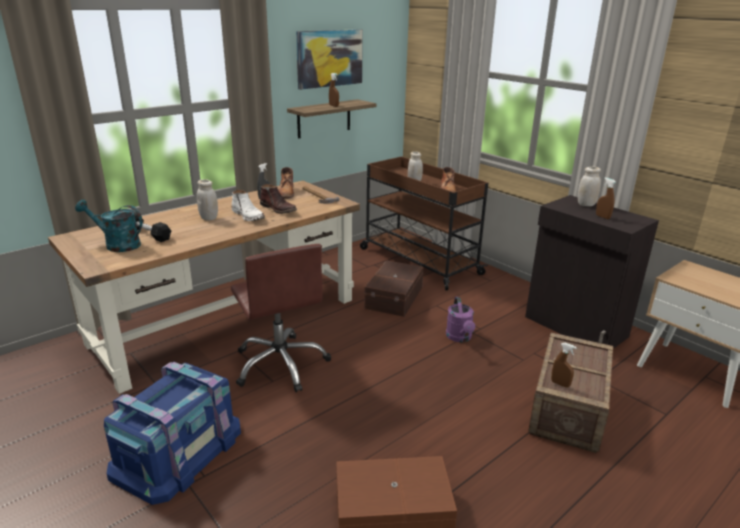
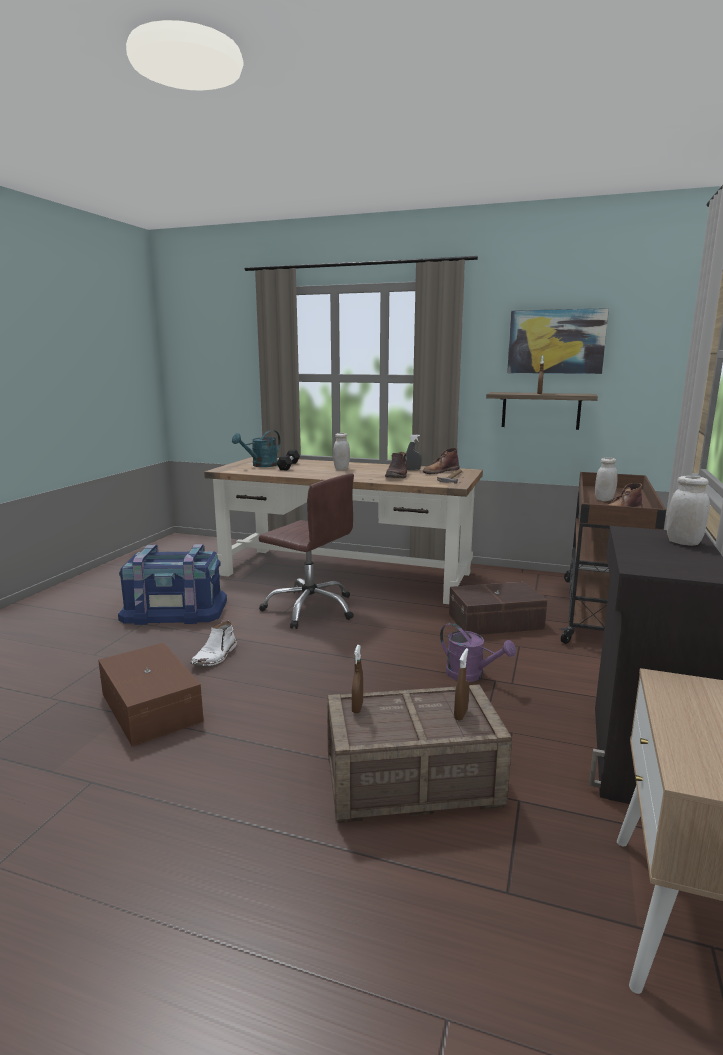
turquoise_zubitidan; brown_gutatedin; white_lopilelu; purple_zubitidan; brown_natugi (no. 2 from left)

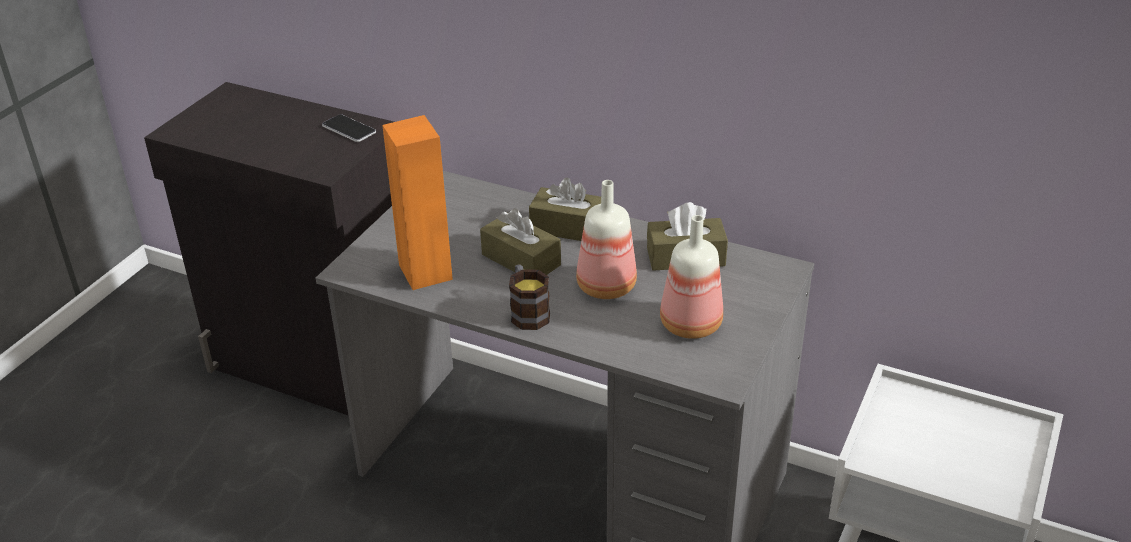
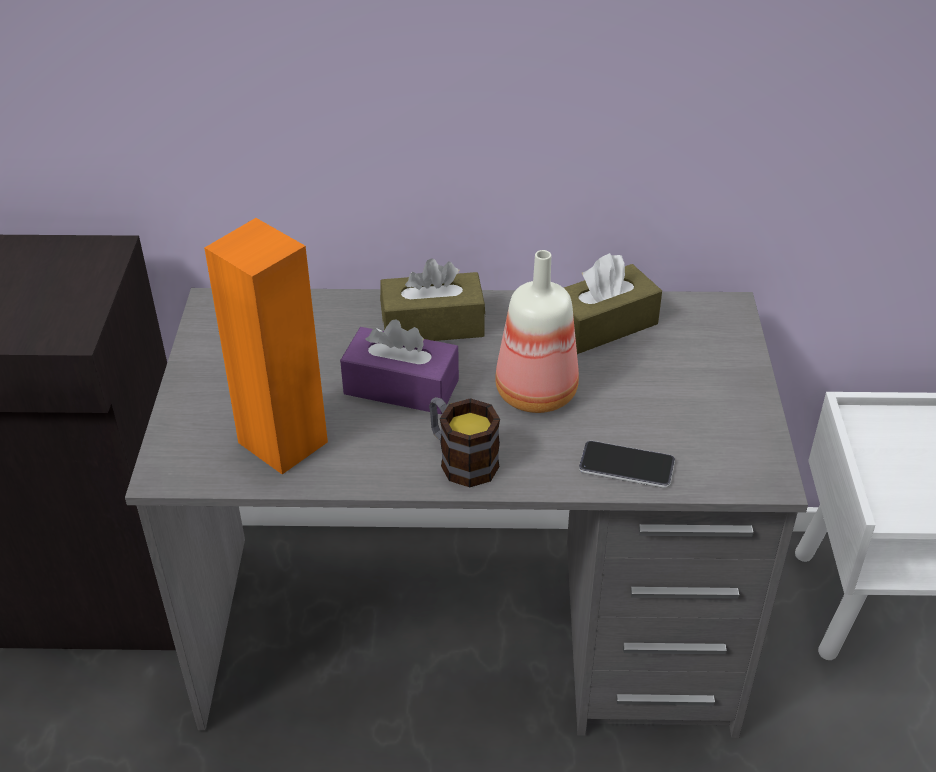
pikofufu; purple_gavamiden; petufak (no. 2 from left in the first image)

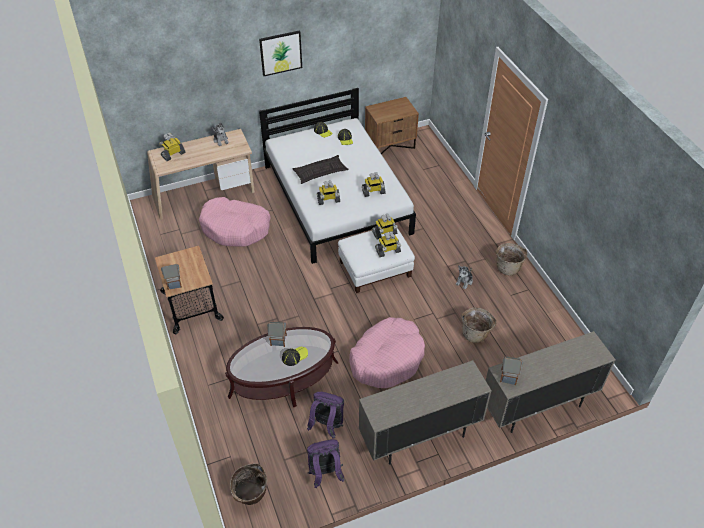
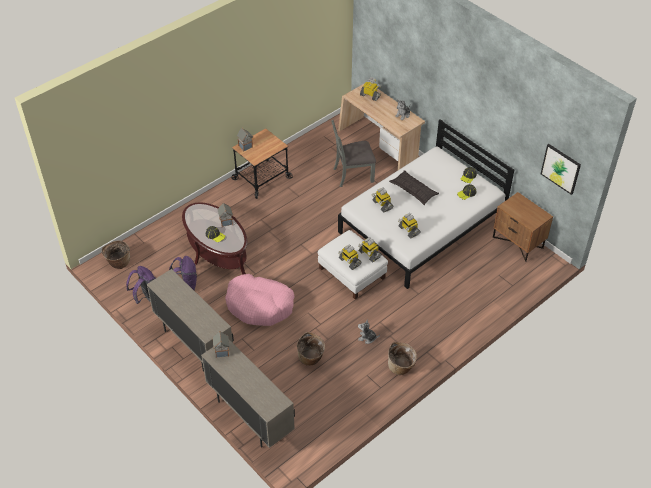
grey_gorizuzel; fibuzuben

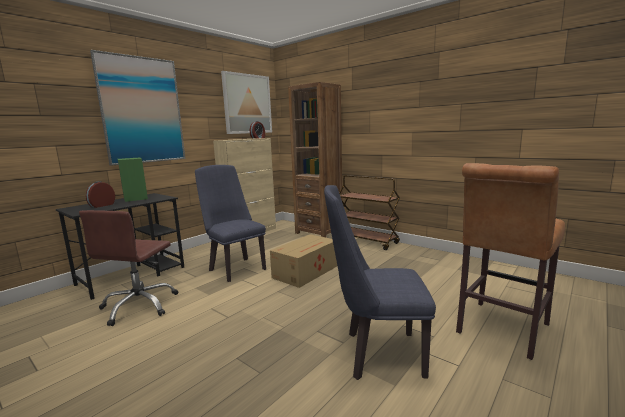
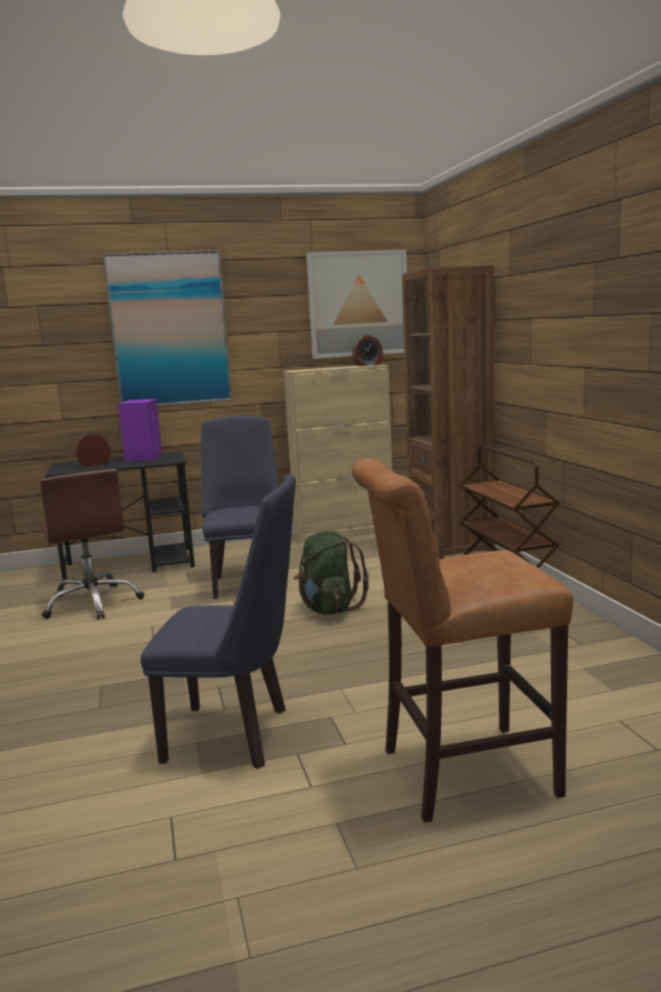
brown_gutatedin; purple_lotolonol; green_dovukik; blue_gorizuzel (no. 1 from left)

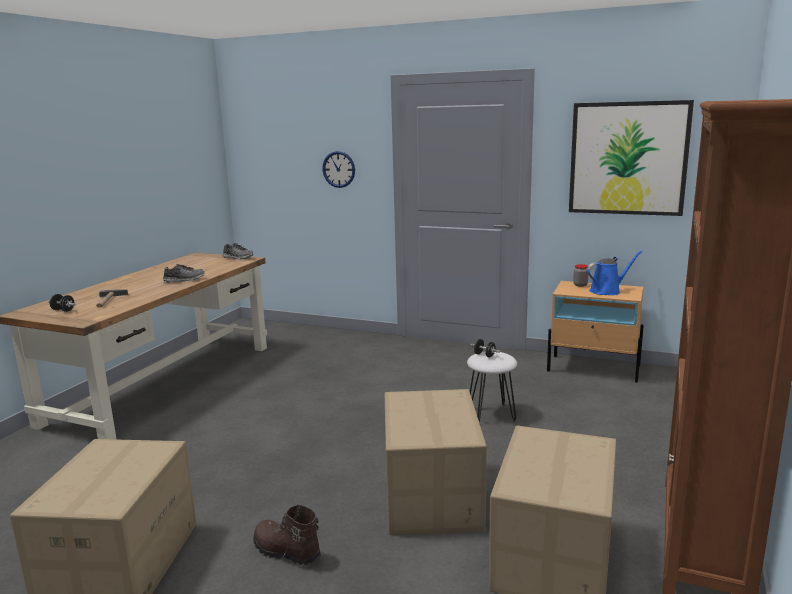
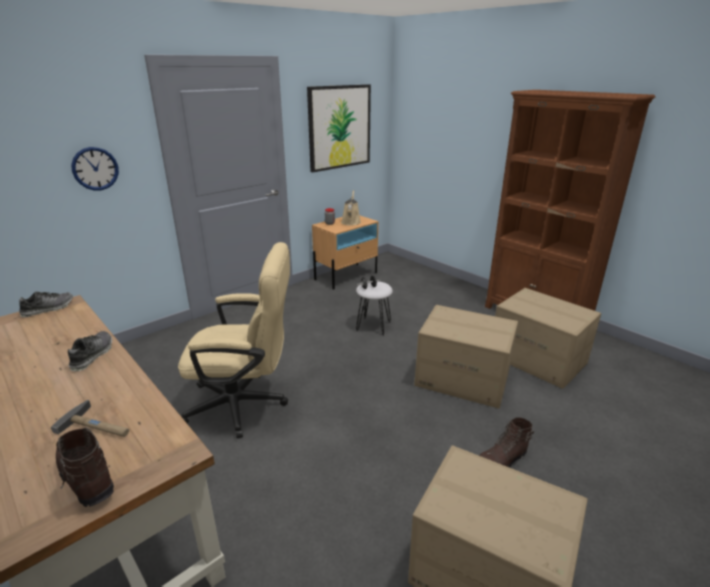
brown_lopilelu (no. 1 from left); beige_zubitidan; beige_gutatedin

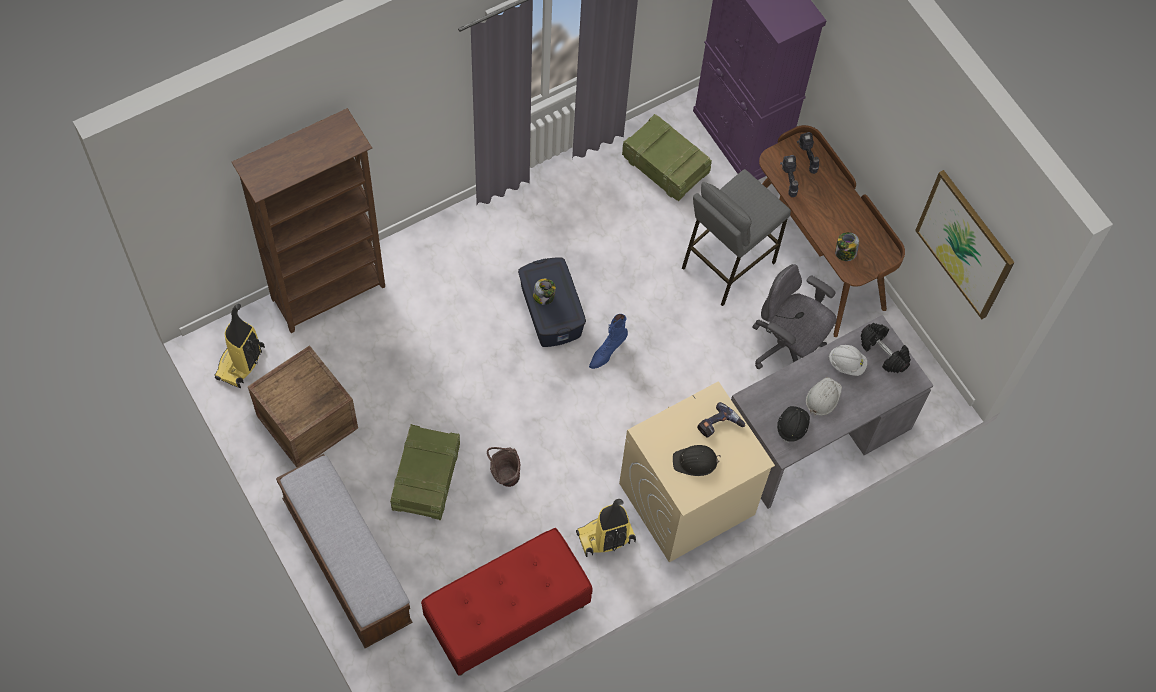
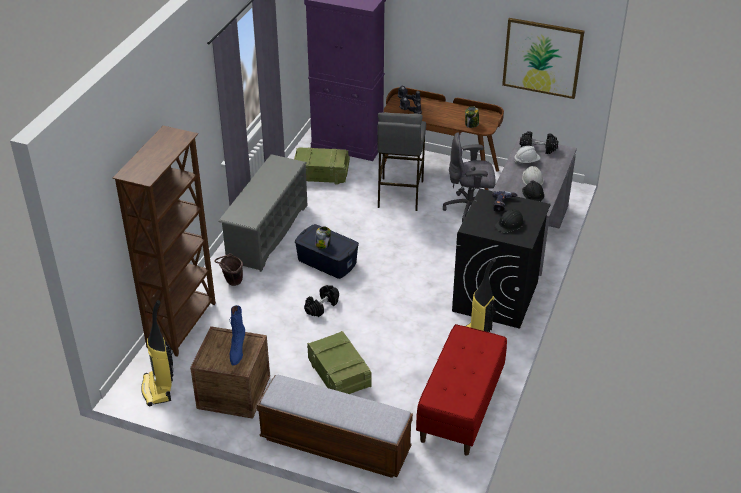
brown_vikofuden; blue_lopilelu; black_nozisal; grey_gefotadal; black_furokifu (no. 1 from left)

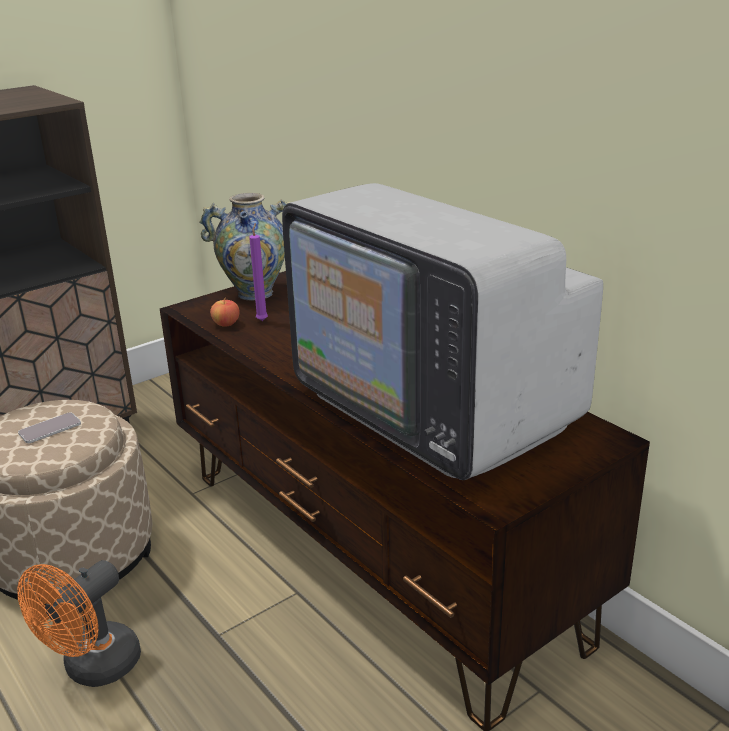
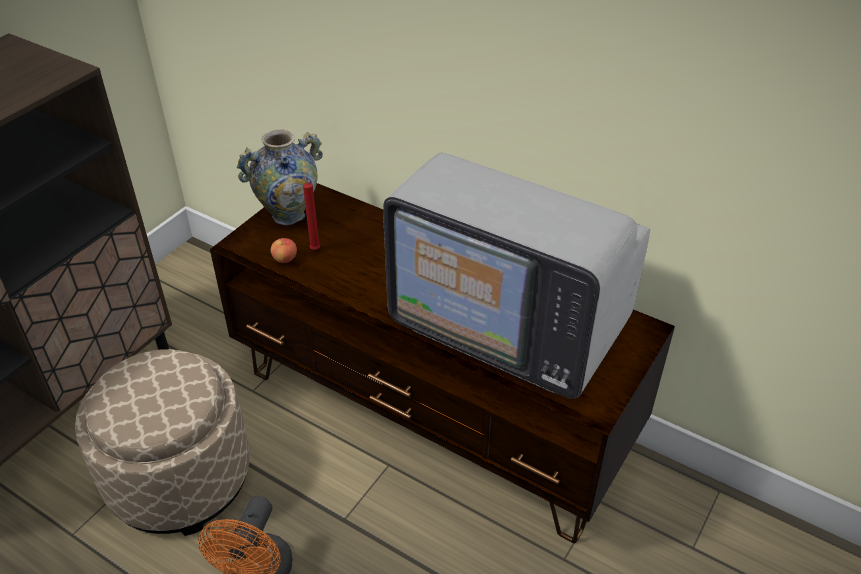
pikofufu; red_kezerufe

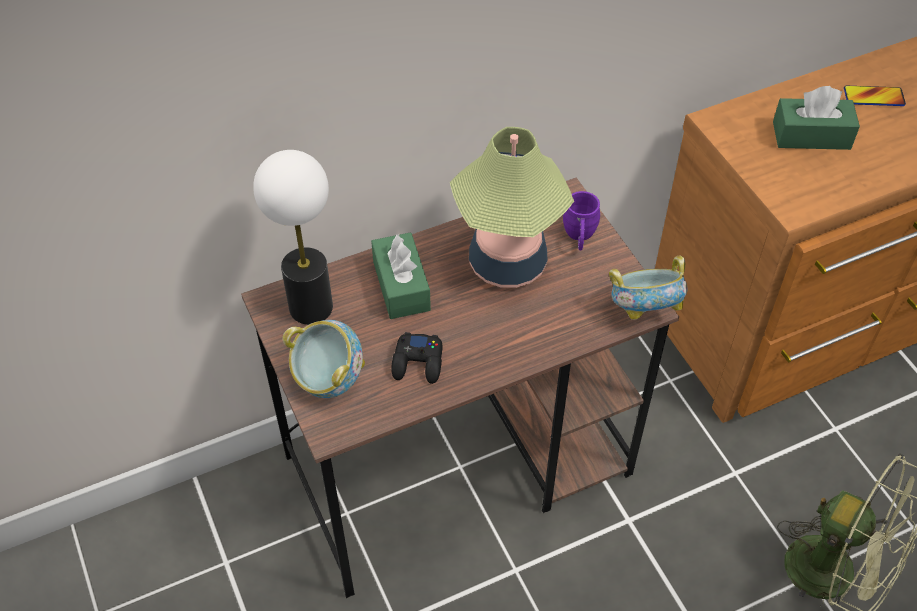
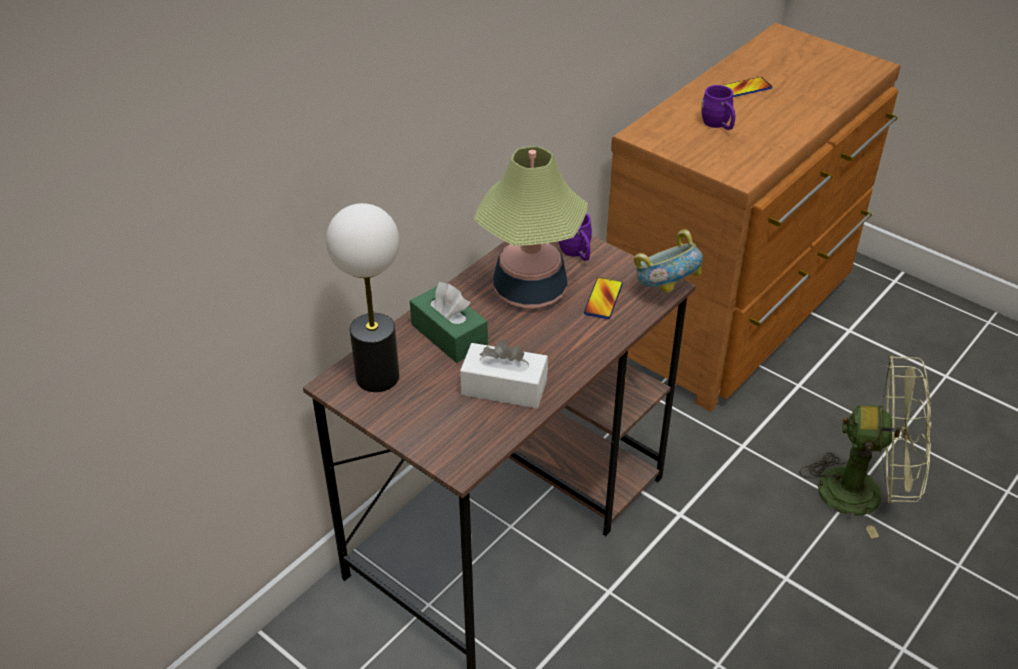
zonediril (no. 1 from left in the first image); white_gavamiden; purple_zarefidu (no. 2 from left); pikofufu (no. 1 from left)

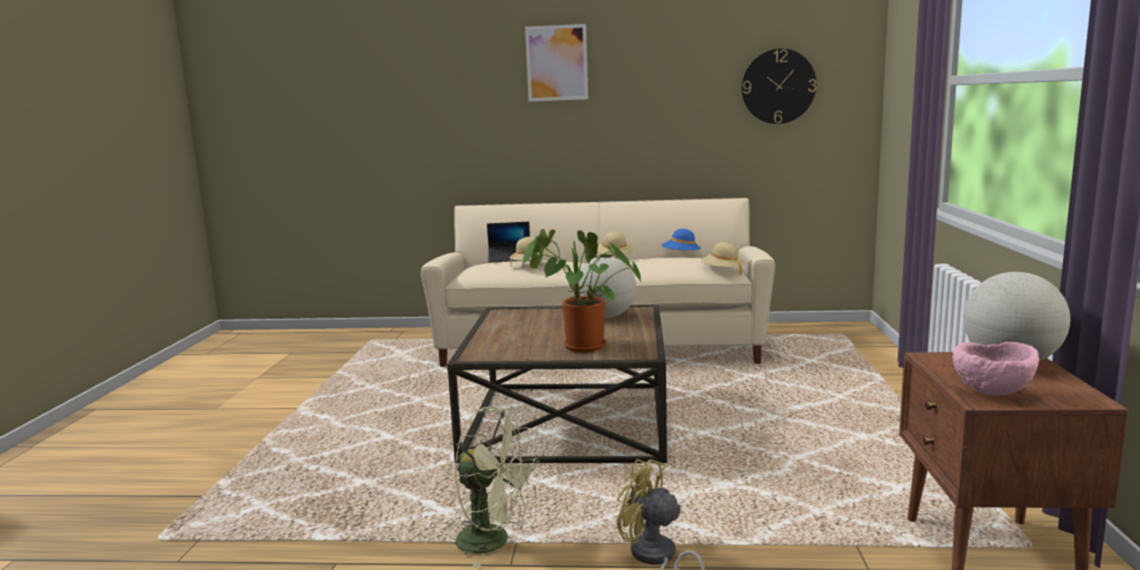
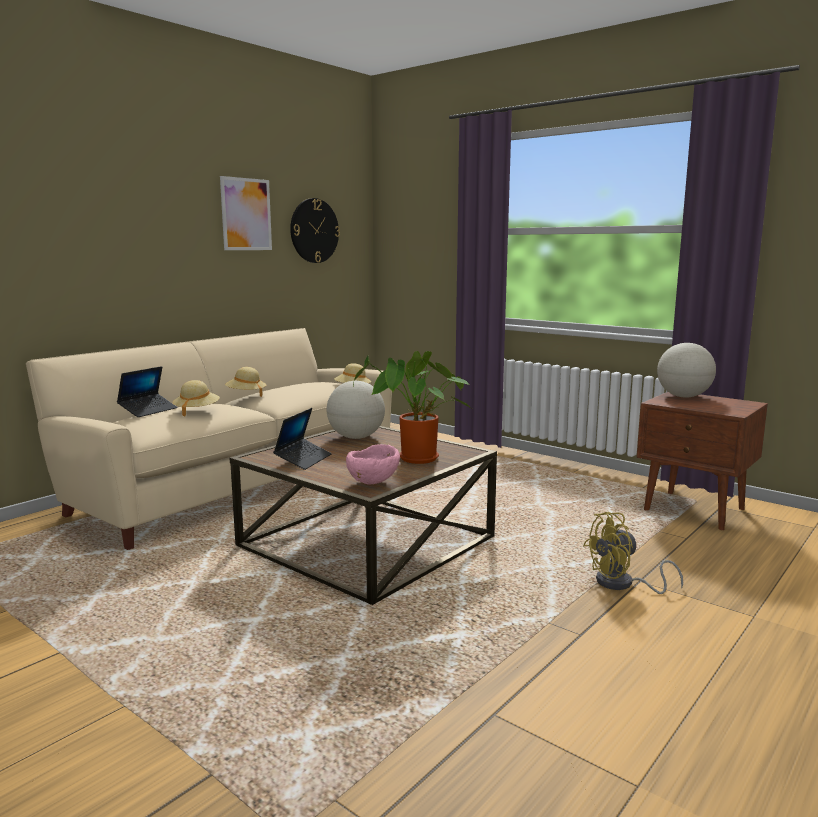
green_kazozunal; fibuzuben; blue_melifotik; pink_zonediril; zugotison (no. 2 from left)

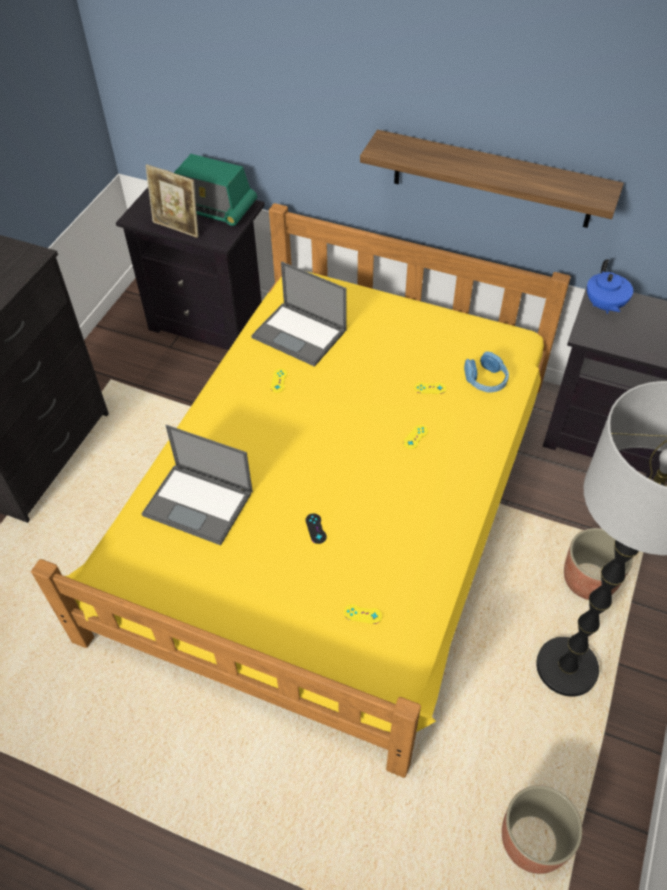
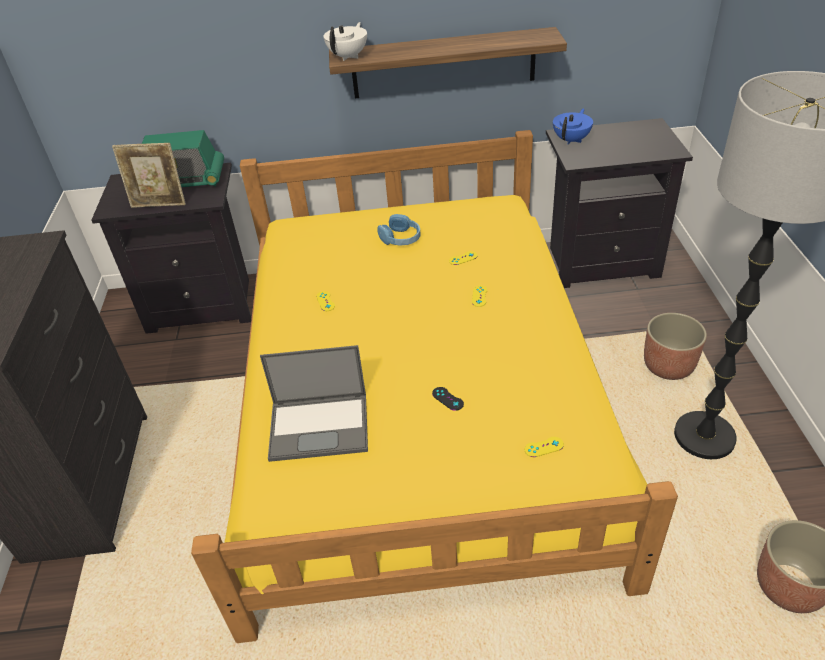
zugotison (no. 2 from left in the first image); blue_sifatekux; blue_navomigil; white_navomigil

